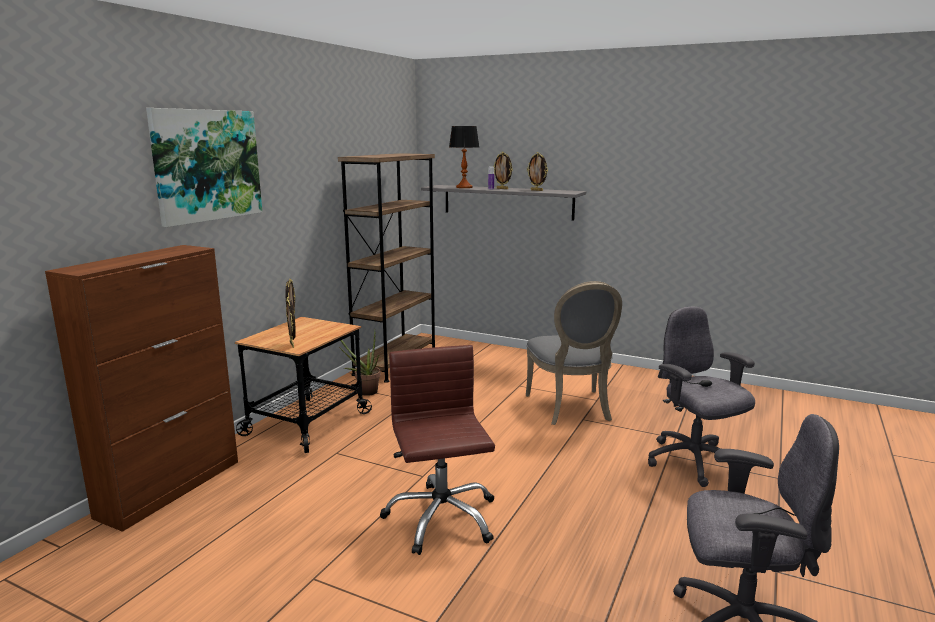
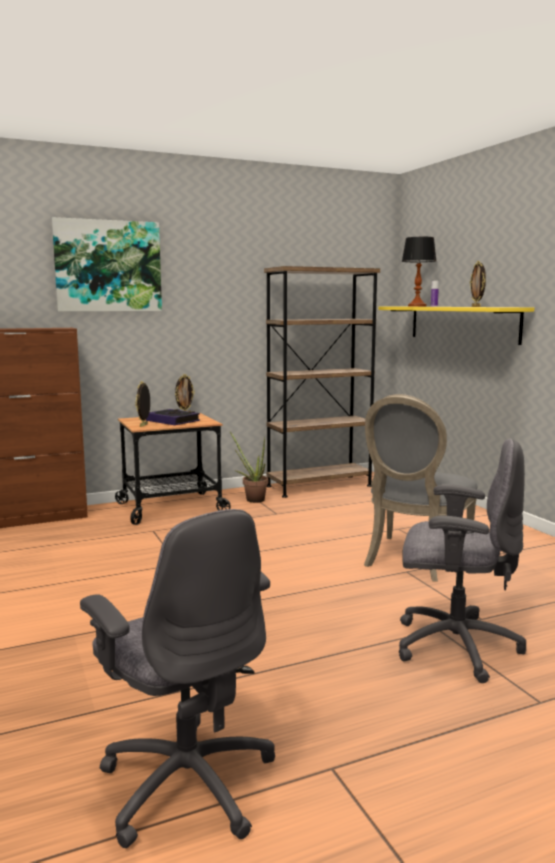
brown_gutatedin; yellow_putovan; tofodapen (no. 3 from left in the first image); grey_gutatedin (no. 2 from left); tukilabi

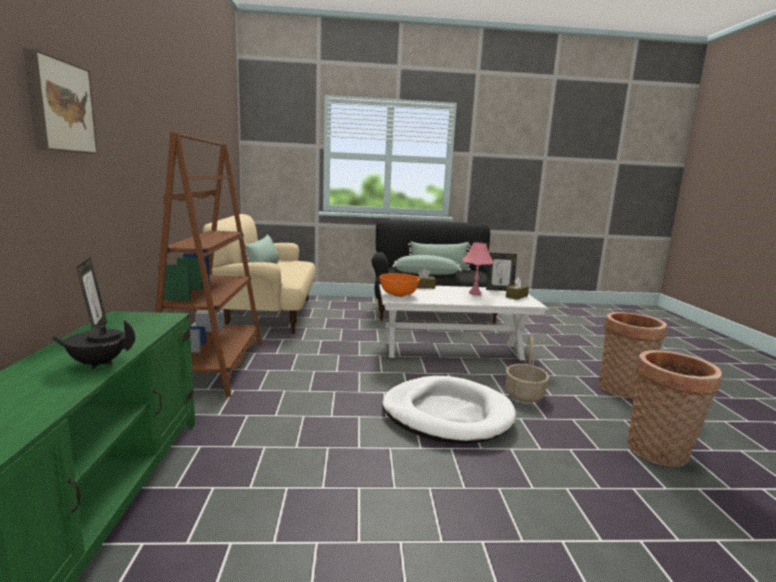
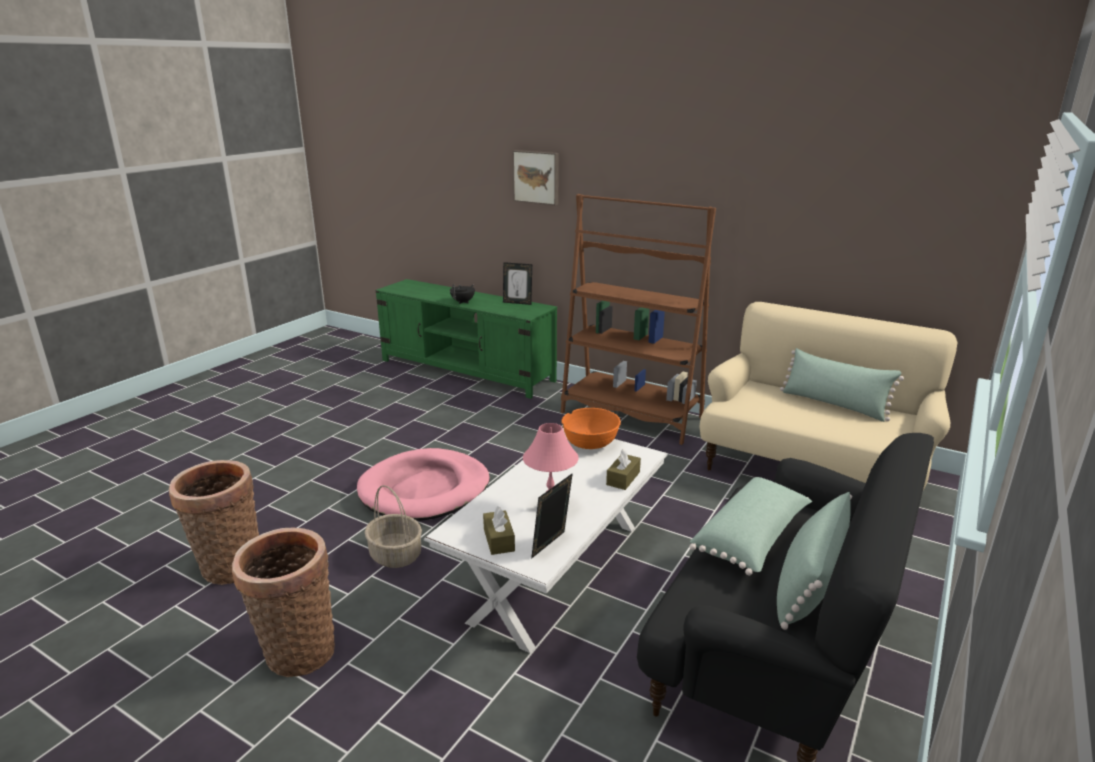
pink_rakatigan

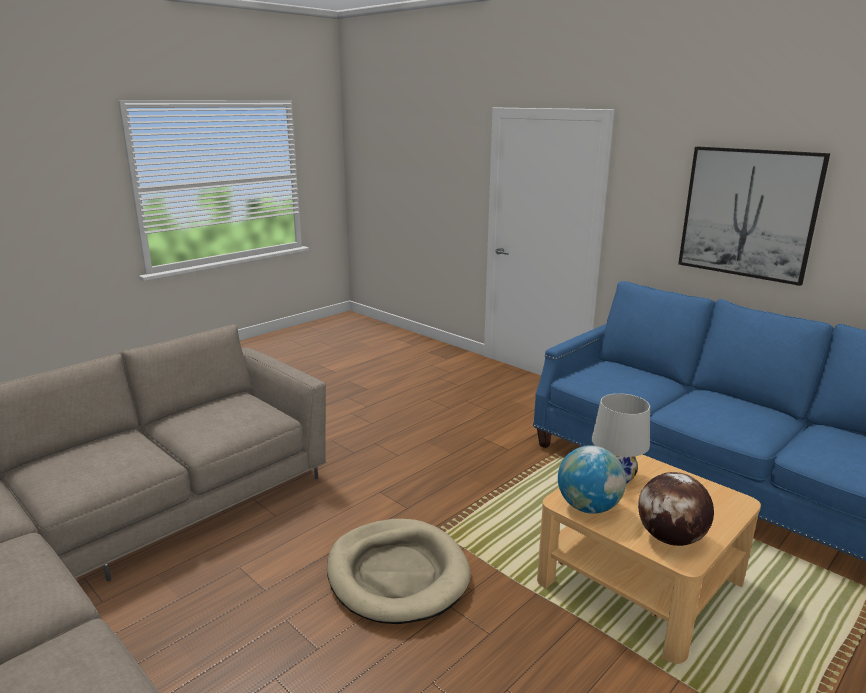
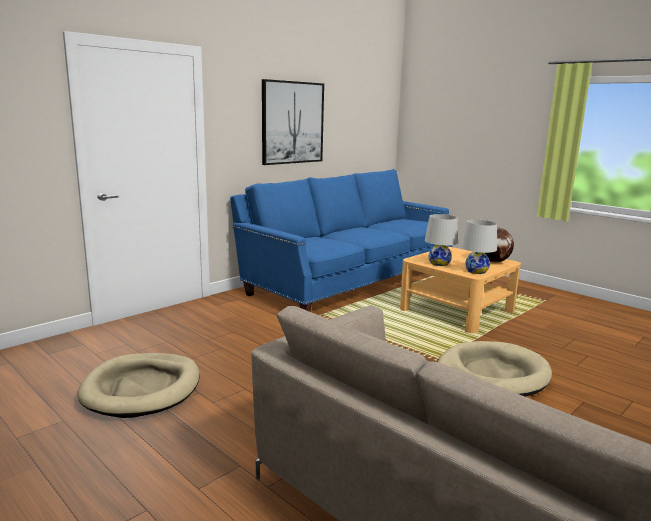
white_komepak (no. 2 from left); beige_rakatigan (no. 1 from left)

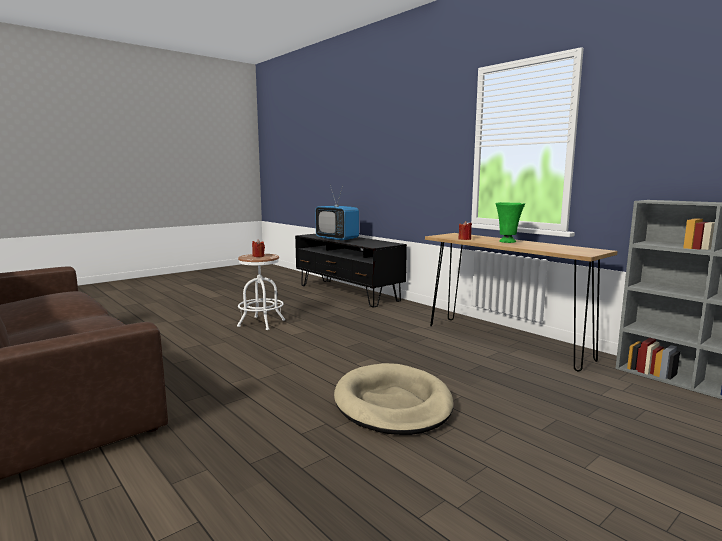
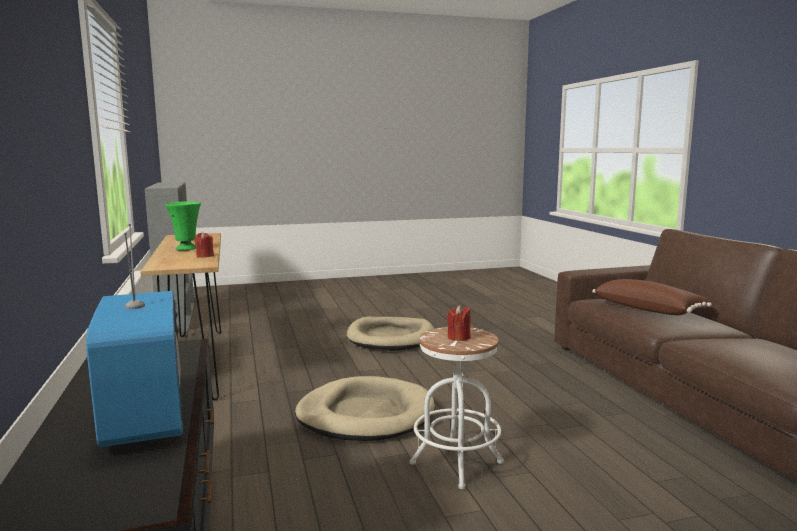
beige_rakatigan (no. 1 from left); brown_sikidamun

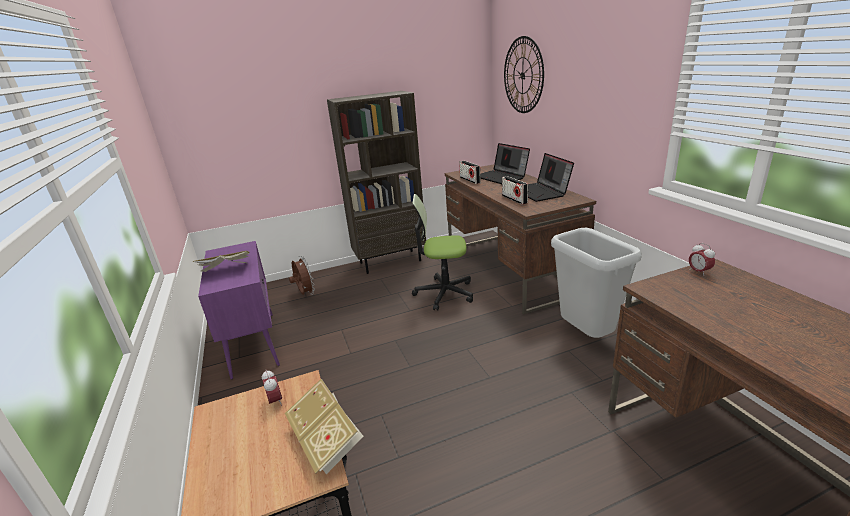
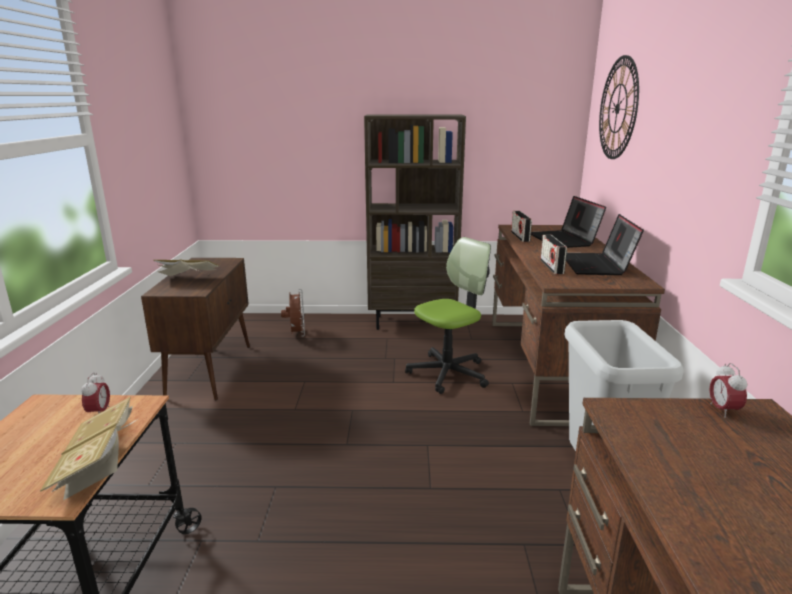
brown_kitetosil; gutatedin

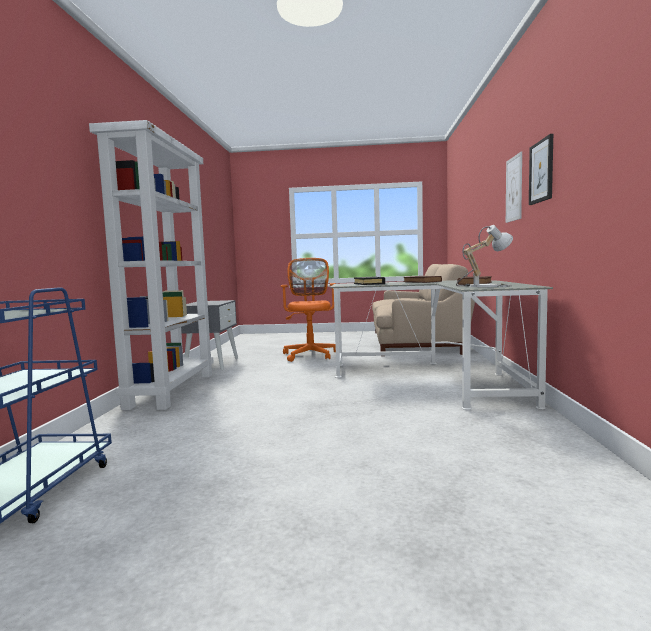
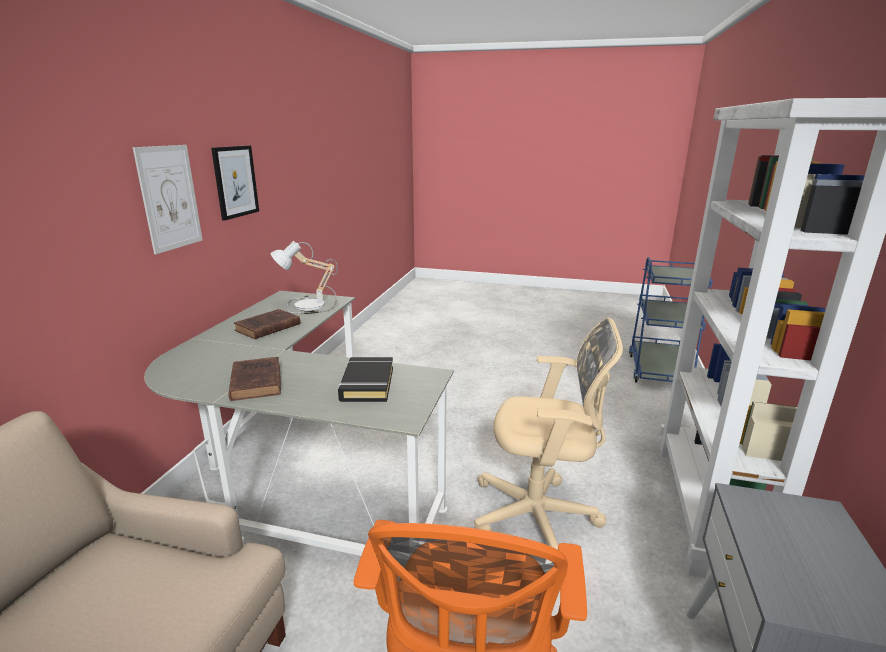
beige_gutatedin

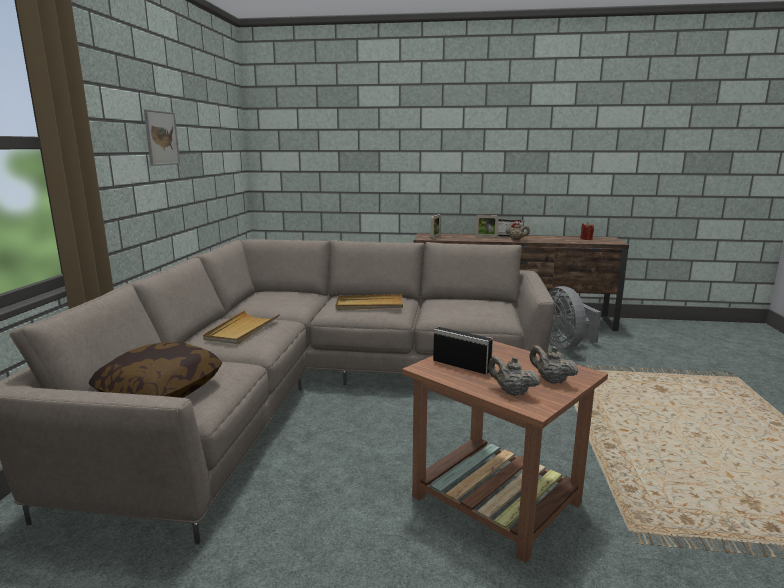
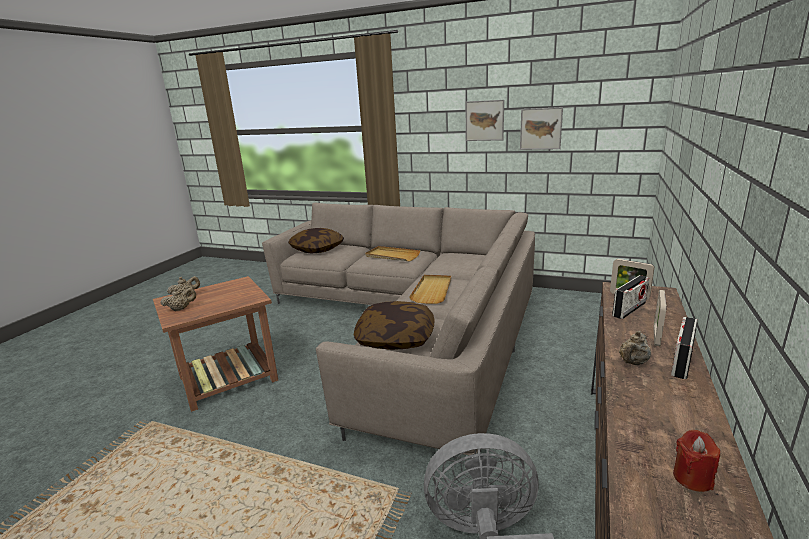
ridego (no. 1 from left); sikidamun (no. 2 from left); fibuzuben (no. 2 from left)

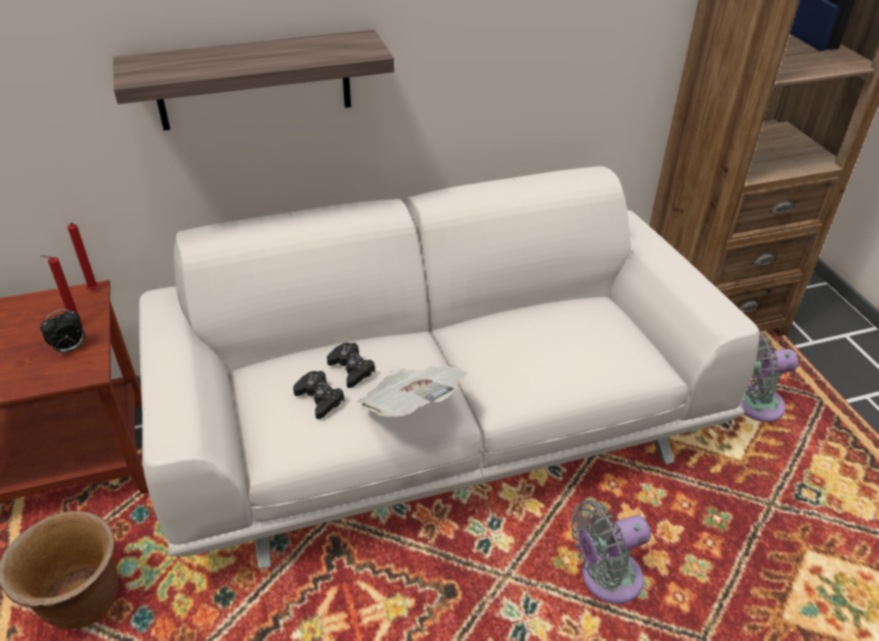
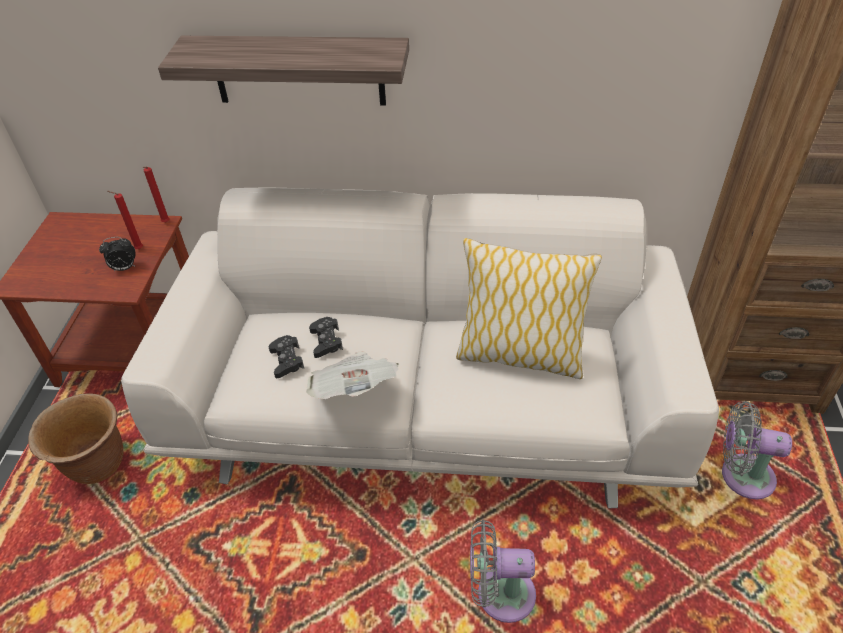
sikidamun

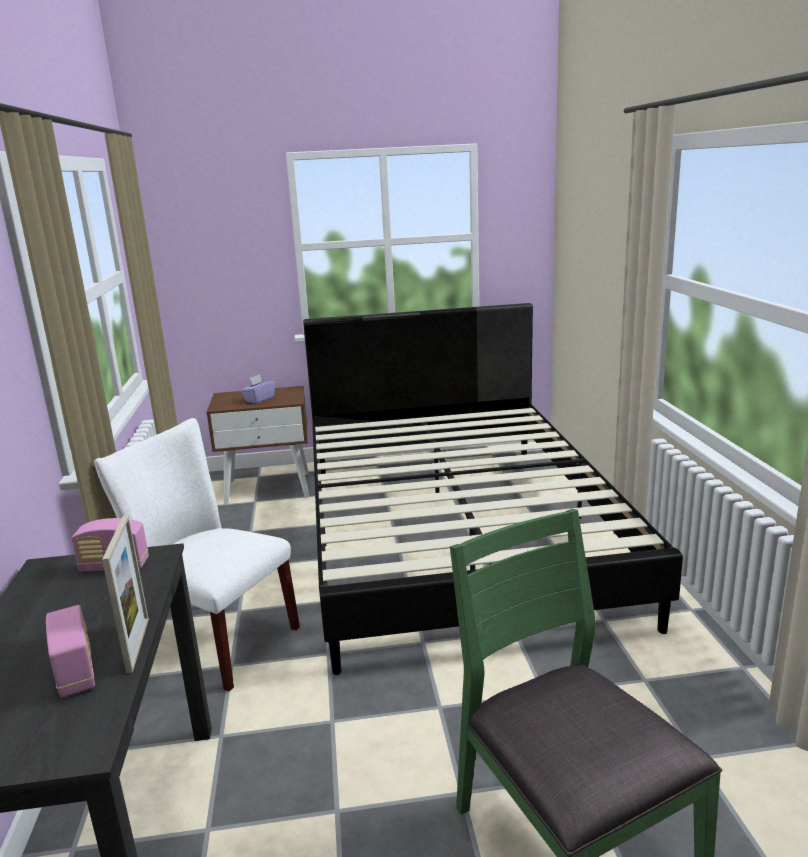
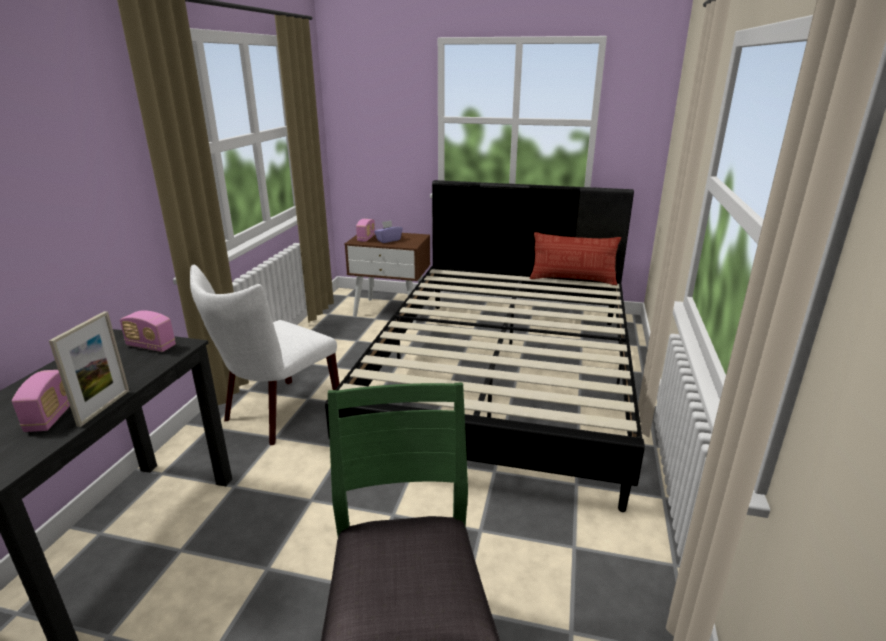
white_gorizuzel; ridego (no. 3 from left); sikidamun

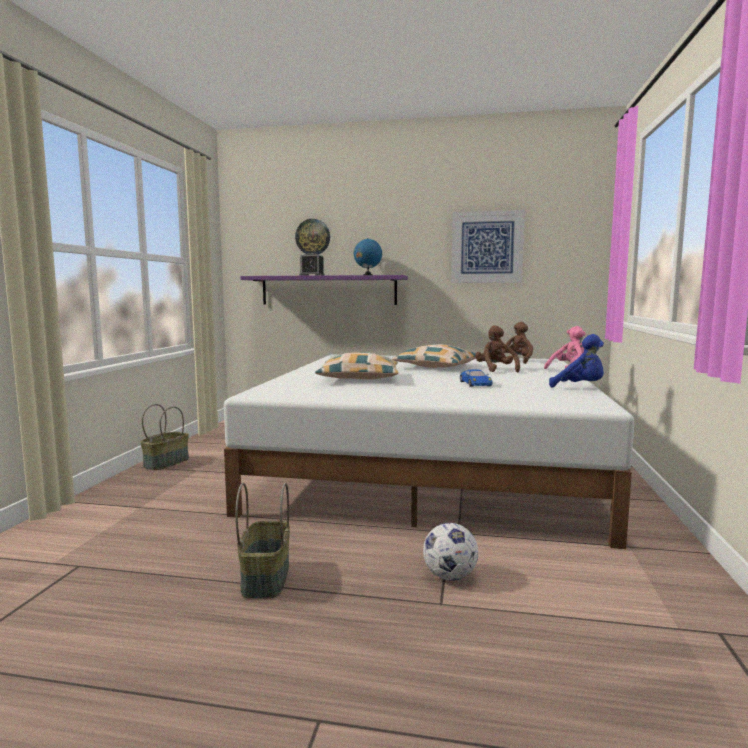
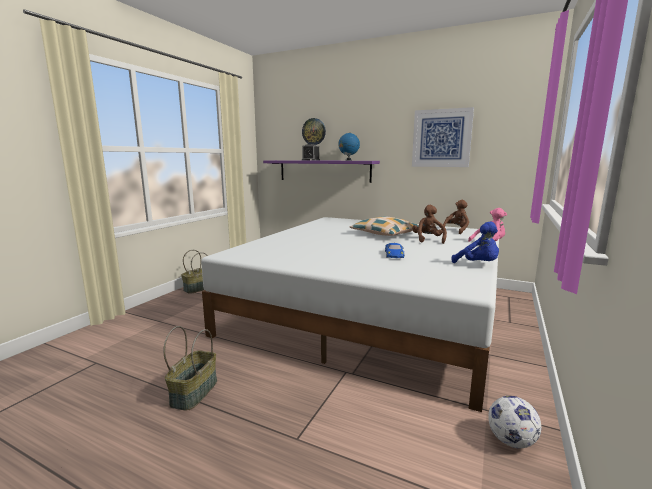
sikidamun (no. 1 from left in the first image); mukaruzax

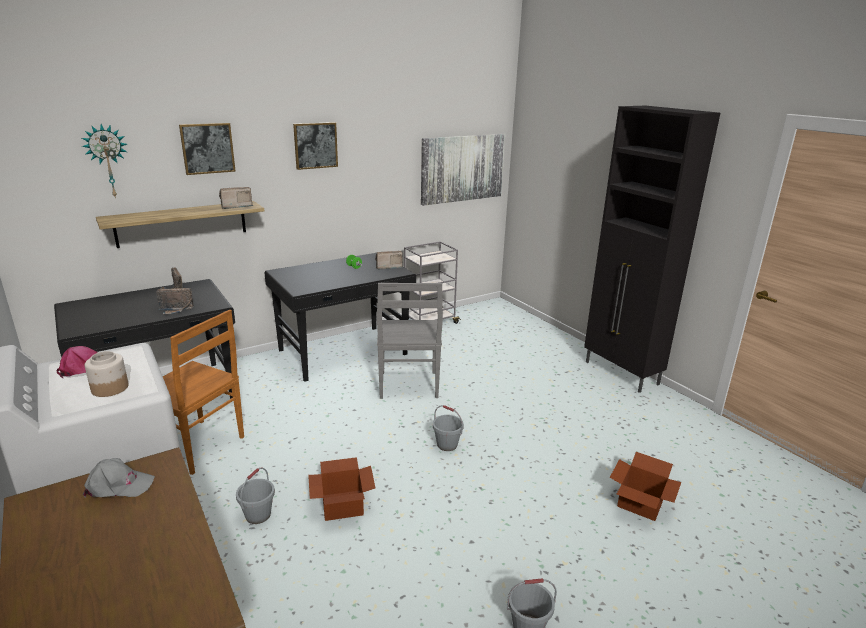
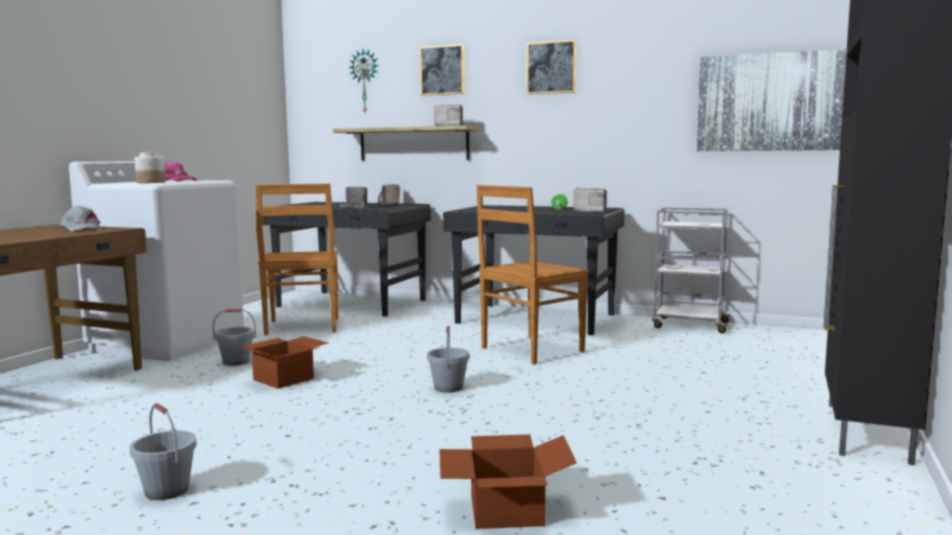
brown_gorizuzel (no. 2 from left)

